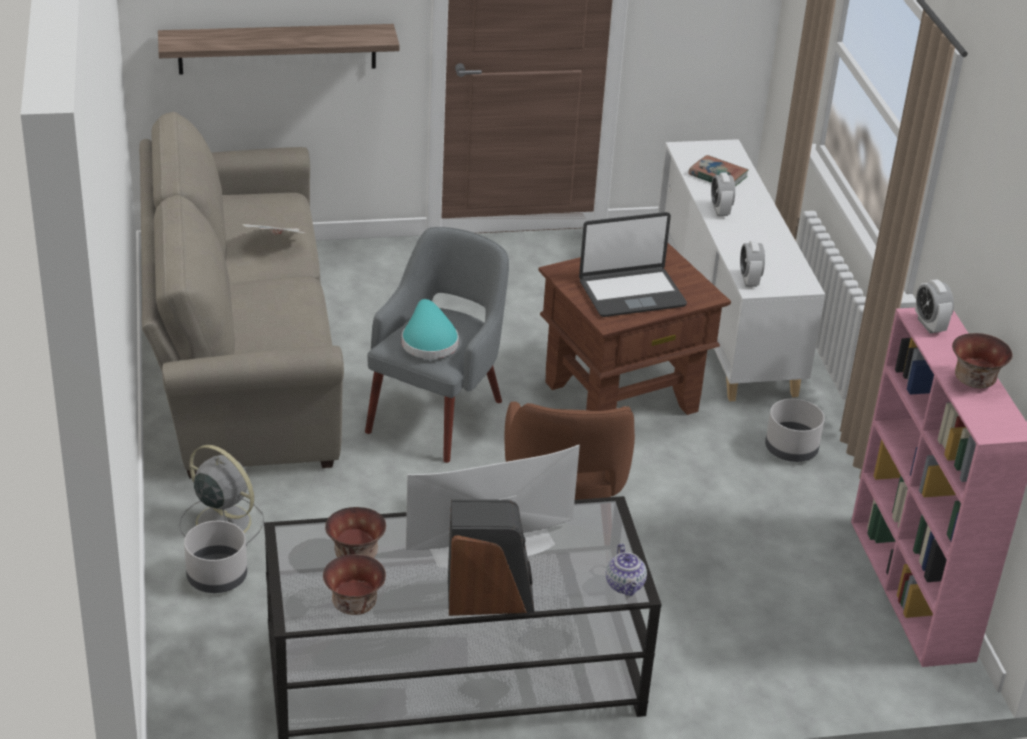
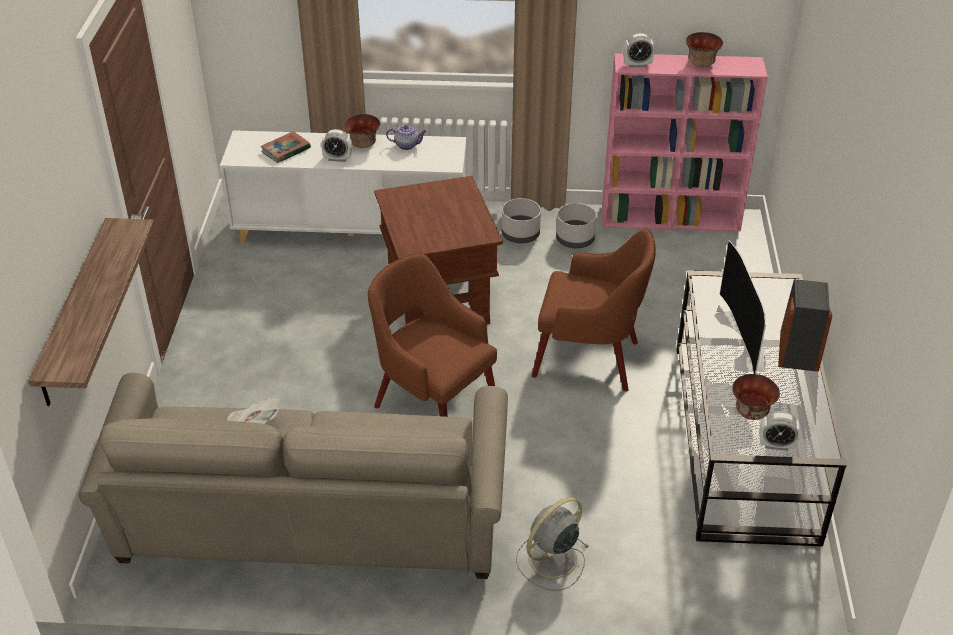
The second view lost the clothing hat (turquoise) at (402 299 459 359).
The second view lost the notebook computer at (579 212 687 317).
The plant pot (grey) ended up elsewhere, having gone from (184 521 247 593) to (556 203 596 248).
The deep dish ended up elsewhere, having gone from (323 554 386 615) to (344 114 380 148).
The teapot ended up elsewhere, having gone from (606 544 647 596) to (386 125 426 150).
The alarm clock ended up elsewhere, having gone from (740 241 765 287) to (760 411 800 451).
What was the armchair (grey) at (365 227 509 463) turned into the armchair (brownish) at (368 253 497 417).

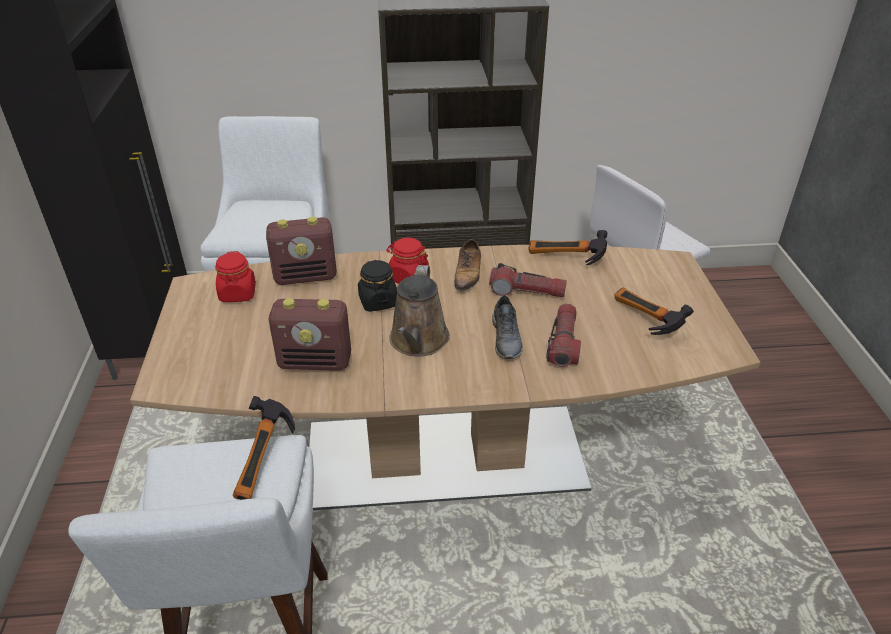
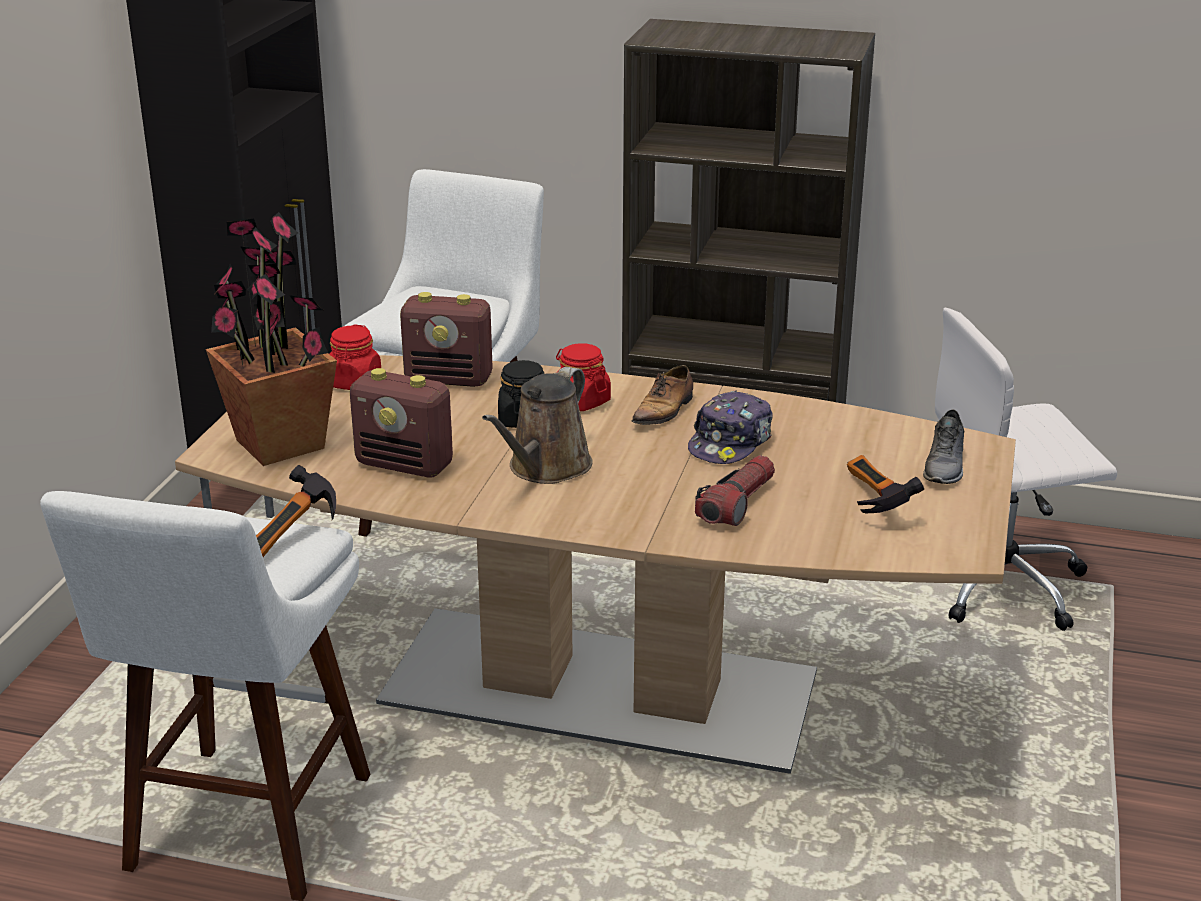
The second view lost the tool hammer at (528 230 608 265).
The second view gained the potted plant at (206 212 337 466).
The low shoe (grey) ended up elsewhere, having gone from (492 296 523 359) to (923 410 964 484).
Where the flashlight stood at (489 263 567 297), the peaked cap came to stand at (688 390 772 464).

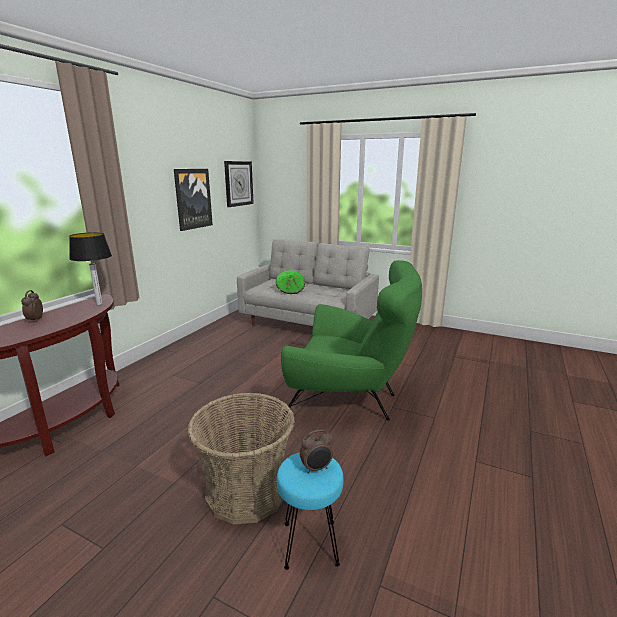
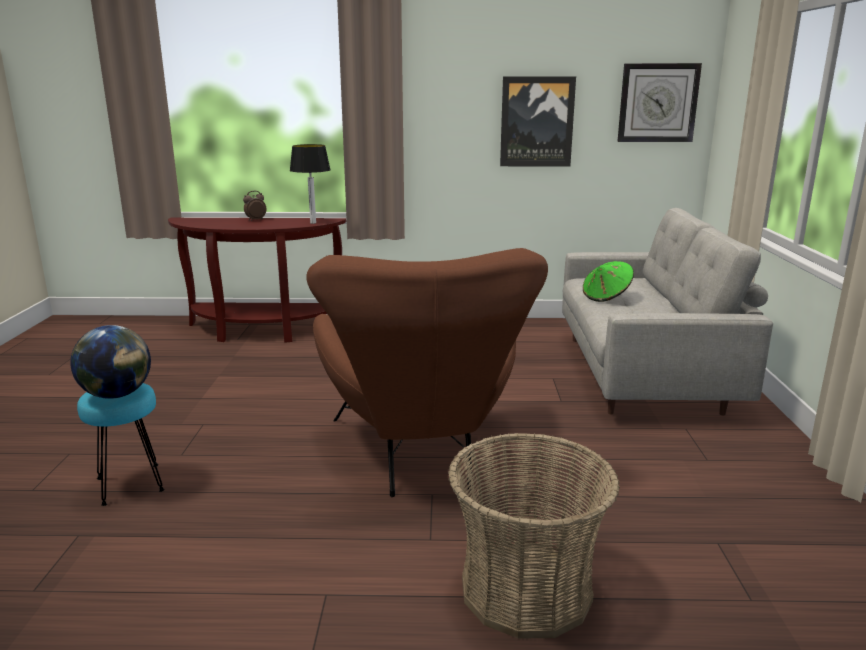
The storage basket ended up elsewhere, having gone from (187 392 295 525) to (448 433 620 639).
Where the alarm clock stood at (299 430 333 474), the world globe came to stand at (70 325 151 399).
What was the armchair (green-coloured) at (281 260 422 421) turned into the armchair (brownish) at (306 248 548 497).

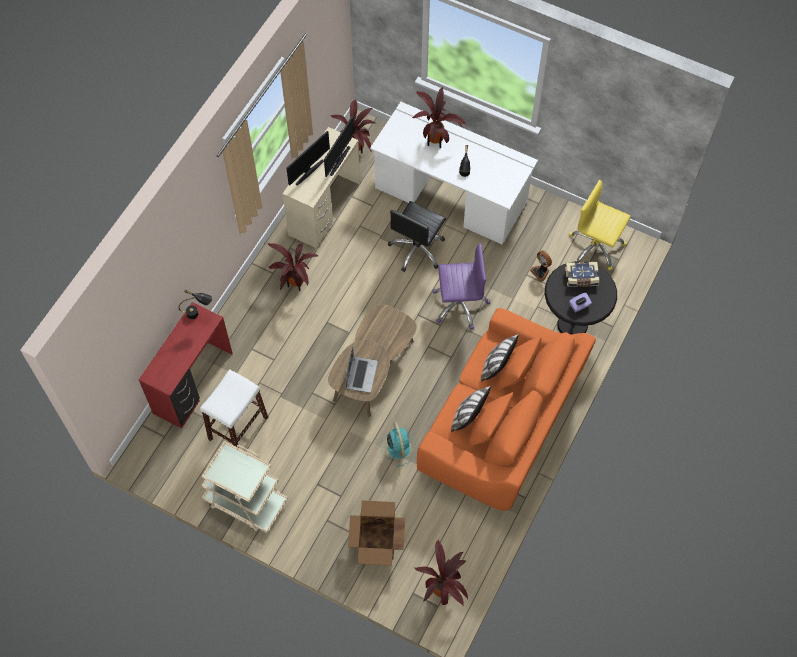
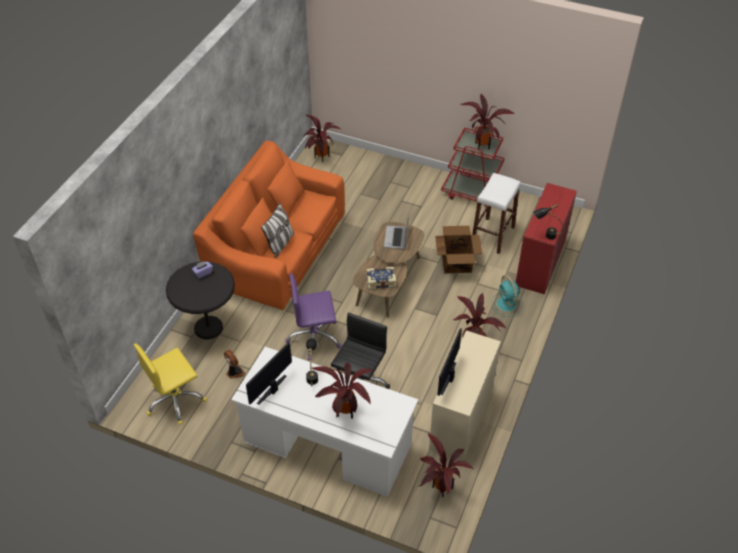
The second view lost the pillow at (451 386 491 432).
The second view gained the potted plant at (460 93 514 151).
The computer display ended up elsewhere, having gone from (286 131 330 186) to (246 342 292 405).
The carton ended up elsewhere, having gone from (348 500 405 566) to (435 226 482 273).
The fan (turquoise) ended up elsewhere, having gone from (380 421 417 467) to (491 275 524 317).
The bound book ended up elsewhere, having gone from (565 262 599 287) to (366 267 396 290).
What was the trolley (sand-coloured) at (202 441 288 533) turned into the trolley (red) at (441 127 505 207).
The desk chair (yellowish) at (569 180 631 270) ended up facing another way, 120 degrees clockwise from before.

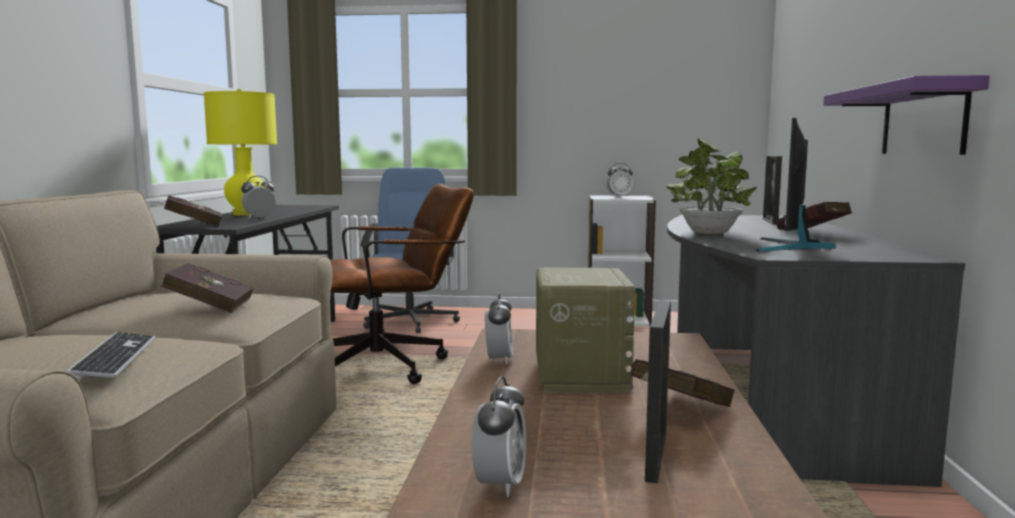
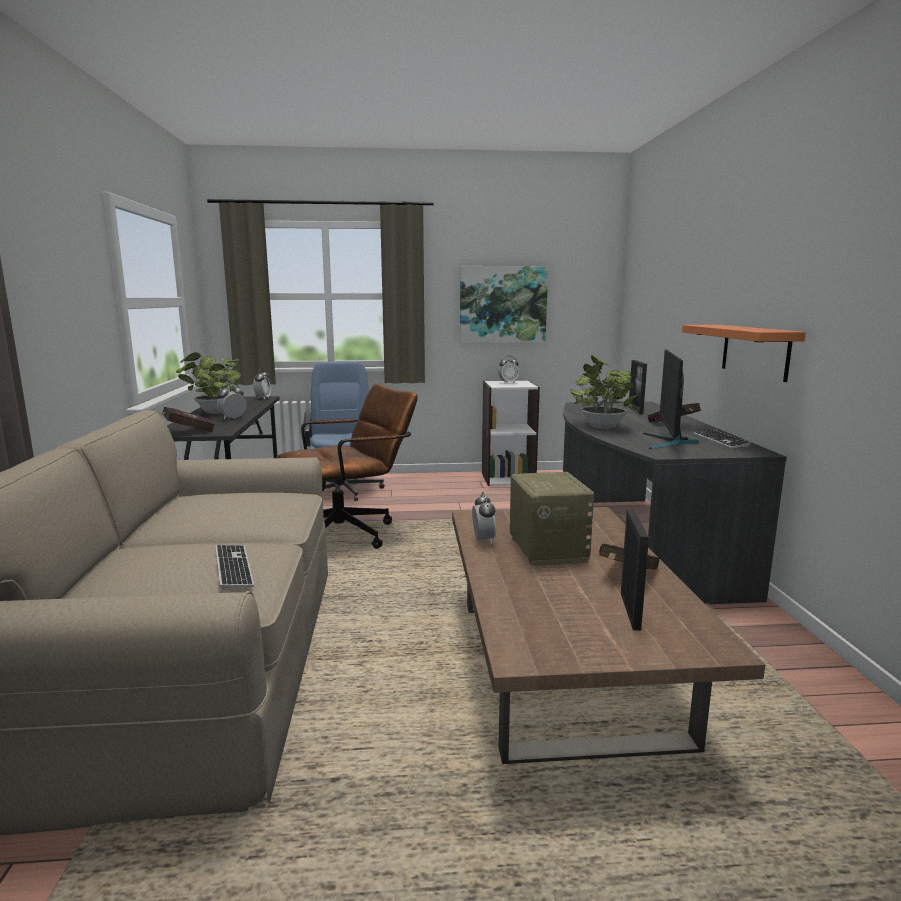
The second view lost the bound book (red) at (161 263 253 313).
The second view gained the wall picture at (460 266 548 343).
The second view gained the computer keyboard at (693 429 751 449).
The alarm clock ended up elsewhere, having gone from (472 376 526 497) to (253 369 271 400).
Where the lamp for a table (yellowish) stood at (204 89 277 216), the potted plant came to stand at (176 352 241 414).
What was the bracket shelf (purple) at (823 75 989 155) turned into the bracket shelf (orangey) at (682 325 806 382).

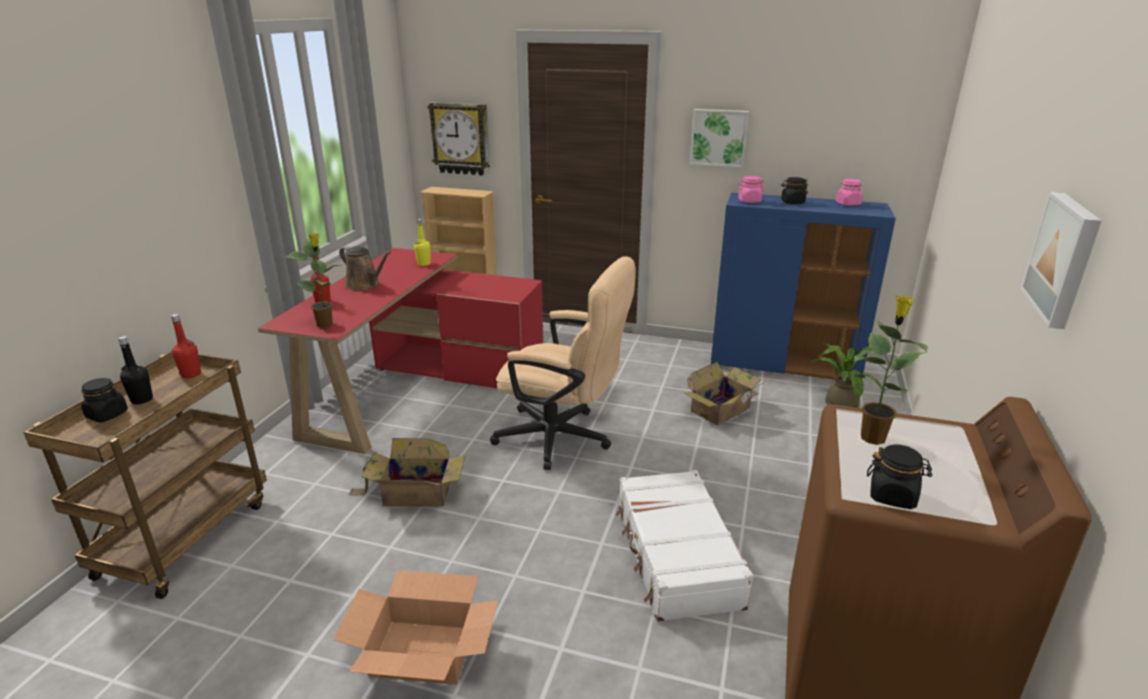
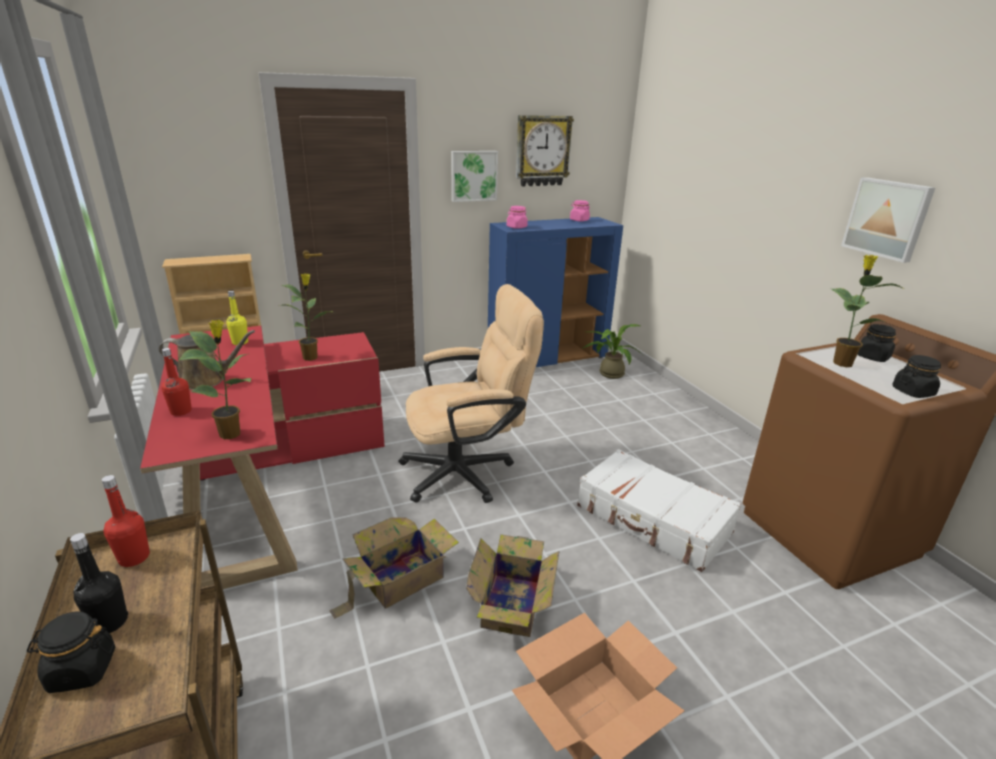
The second view gained the potted plant at (279 273 333 361).
The clock on the wall ended up elsewhere, having gone from (427 102 490 176) to (516 115 574 186).
The carton ended up elsewhere, having gone from (683 362 763 425) to (466 534 560 637).
The preserve jar (blackish) ended up elsewhere, having gone from (781 177 808 204) to (857 324 896 362).

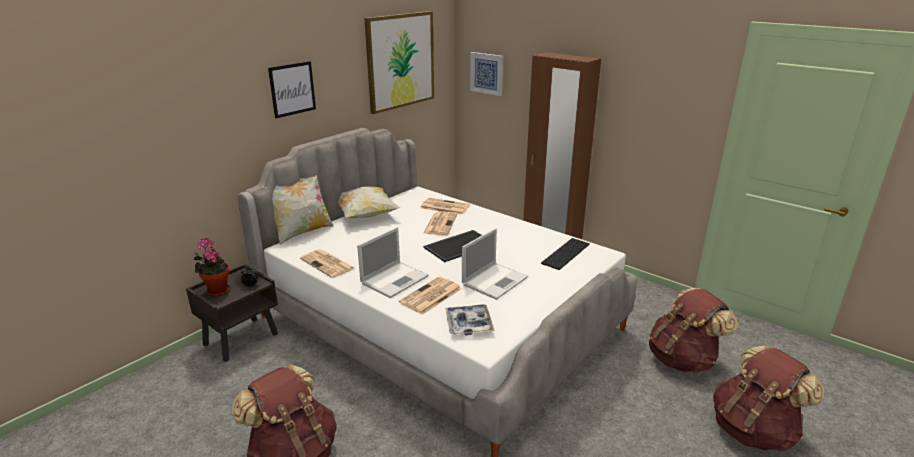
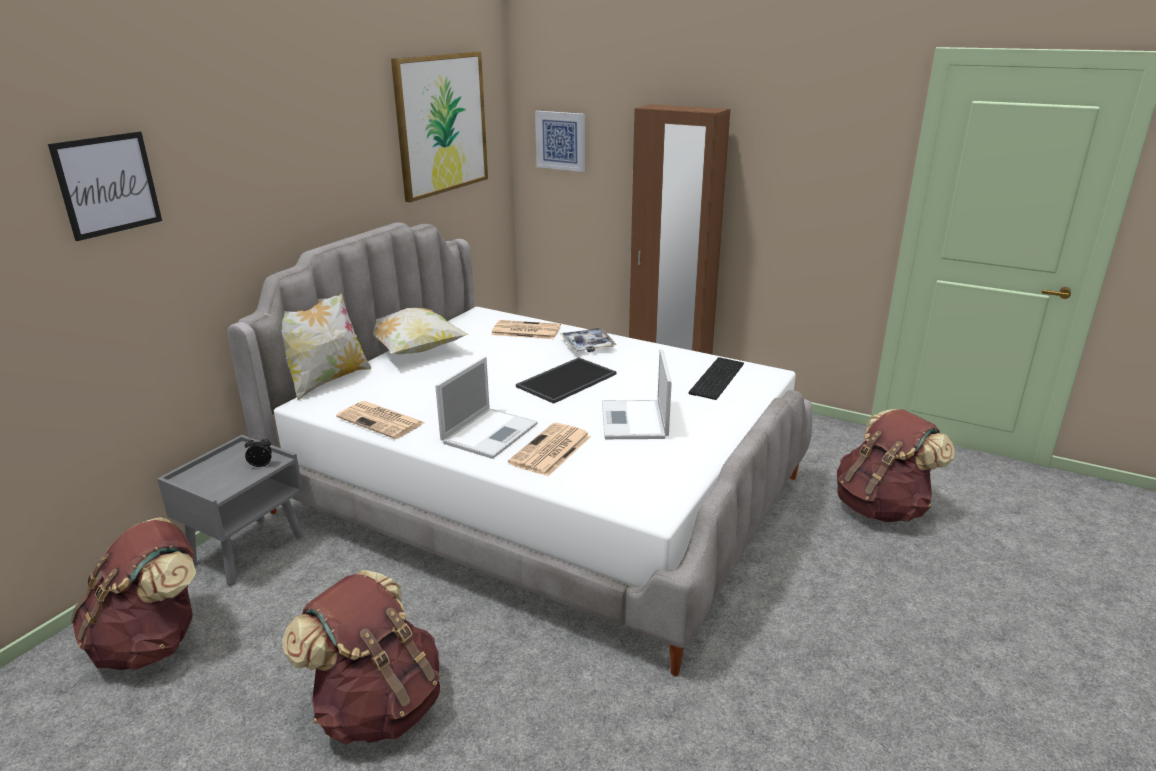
The second view lost the potted plant at (194 238 230 296).
The second view lost the daily paper at (423 212 457 235).
The wall picture ended up elsewhere, having gone from (268 61 316 118) to (48 132 162 241).
The tray ended up elsewhere, having gone from (445 304 495 336) to (560 328 617 352).
The knapsack (brownish) ended up elsewhere, having gone from (713 346 824 452) to (71 517 196 670).
What was the nightstand (brownish) at (186 264 278 362) turned into the nightstand (grey) at (157 435 303 585).
The notebook computer at (462 228 528 300) ended up facing another way, 150 degrees clockwise from before.

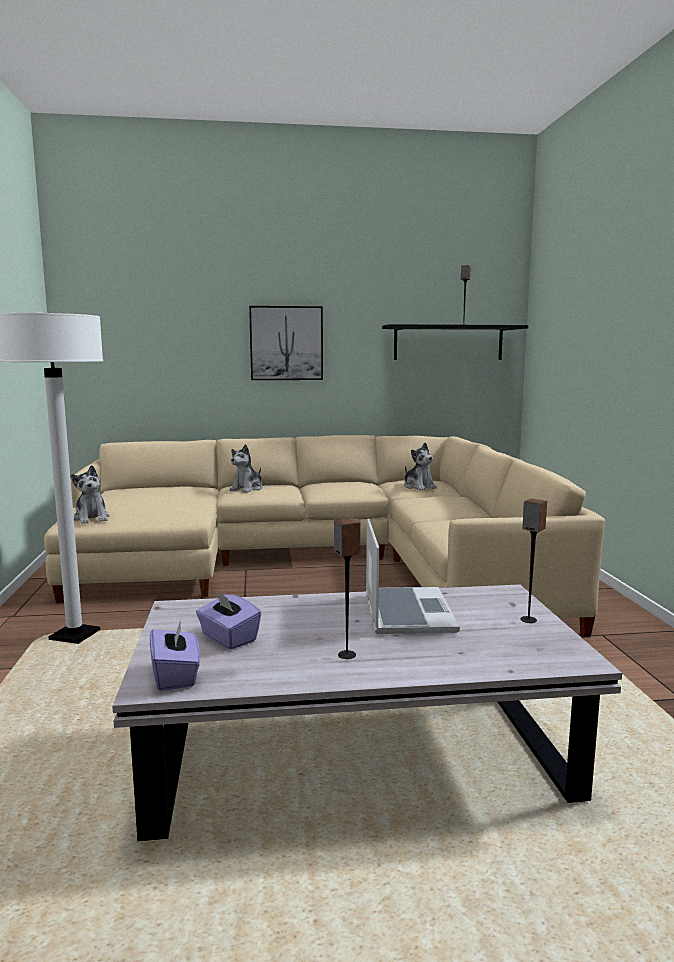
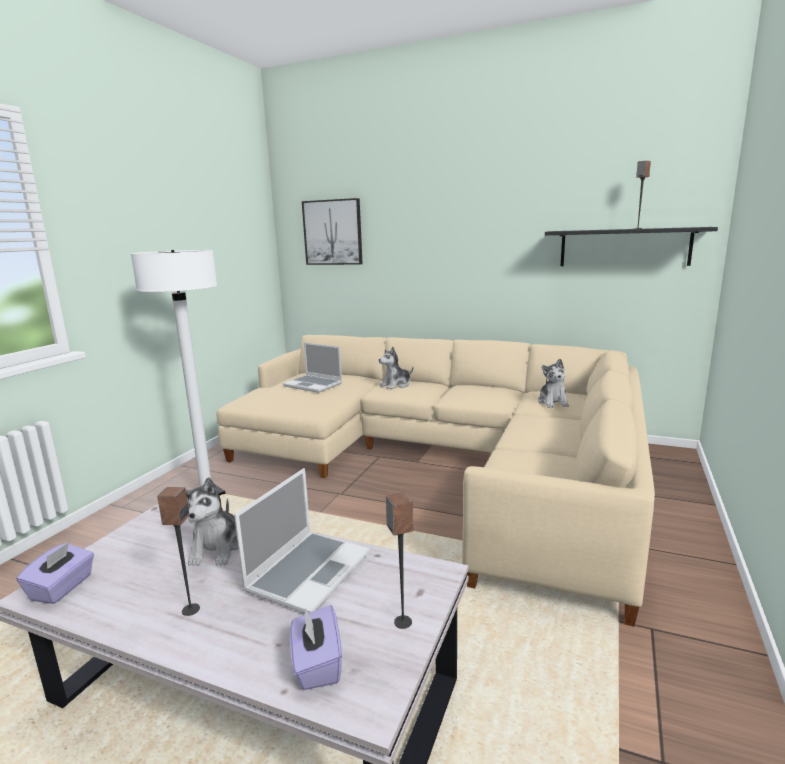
The second view gained the notebook computer at (283 342 342 393).
The cuddly toy ended up elsewhere, having gone from (70 465 110 524) to (186 477 238 566).
The tissue box (purple) ended up elsewhere, having gone from (196 590 261 649) to (290 605 342 690).
The wall picture ended up elsewhere, having gone from (249 306 323 380) to (302 198 363 265).

